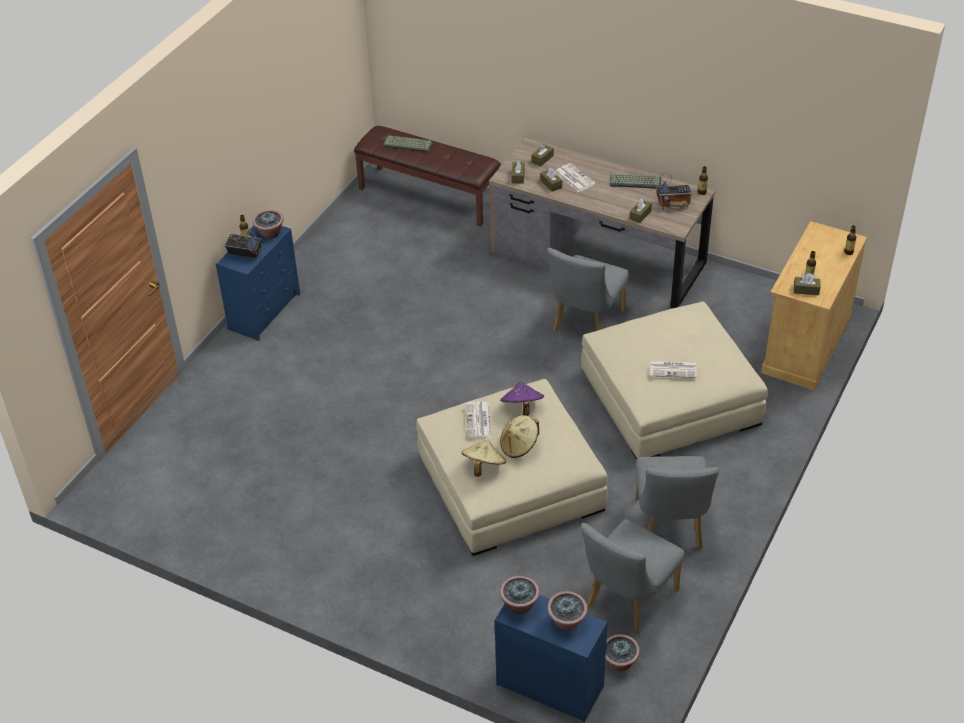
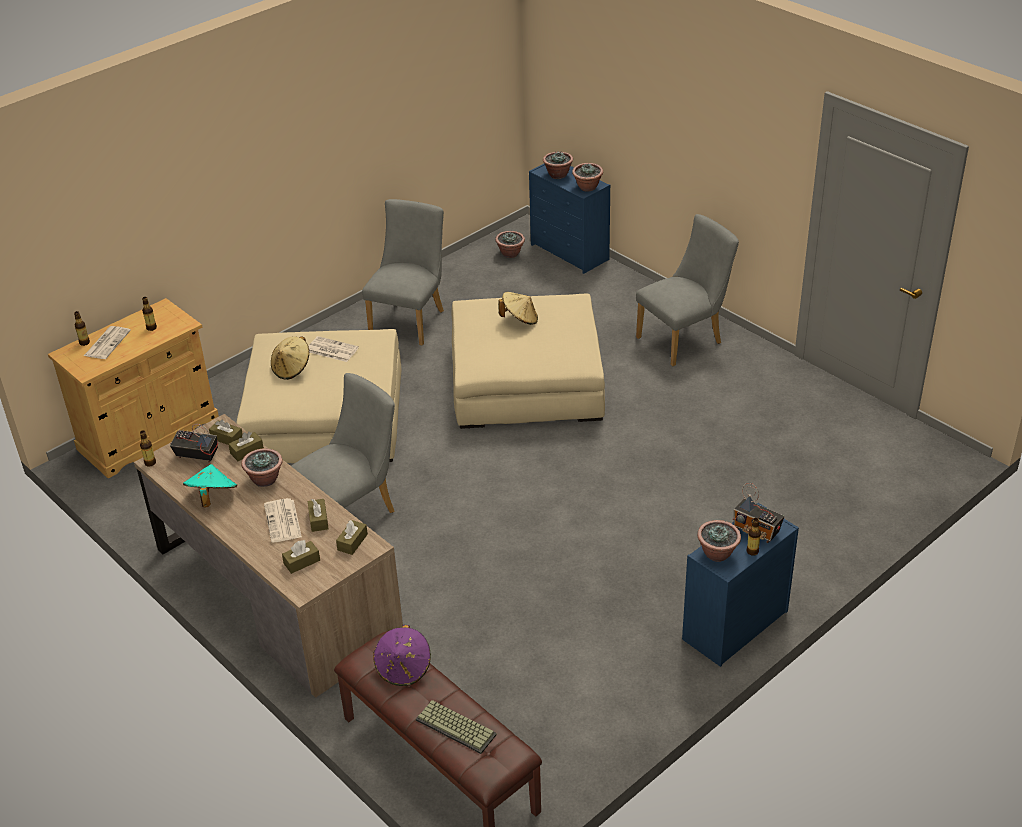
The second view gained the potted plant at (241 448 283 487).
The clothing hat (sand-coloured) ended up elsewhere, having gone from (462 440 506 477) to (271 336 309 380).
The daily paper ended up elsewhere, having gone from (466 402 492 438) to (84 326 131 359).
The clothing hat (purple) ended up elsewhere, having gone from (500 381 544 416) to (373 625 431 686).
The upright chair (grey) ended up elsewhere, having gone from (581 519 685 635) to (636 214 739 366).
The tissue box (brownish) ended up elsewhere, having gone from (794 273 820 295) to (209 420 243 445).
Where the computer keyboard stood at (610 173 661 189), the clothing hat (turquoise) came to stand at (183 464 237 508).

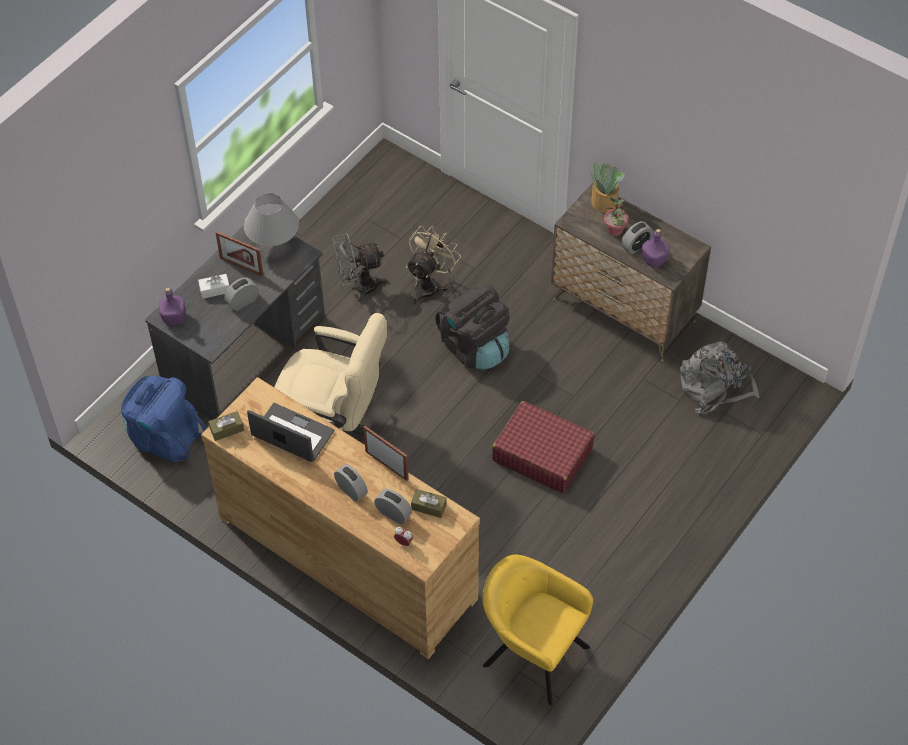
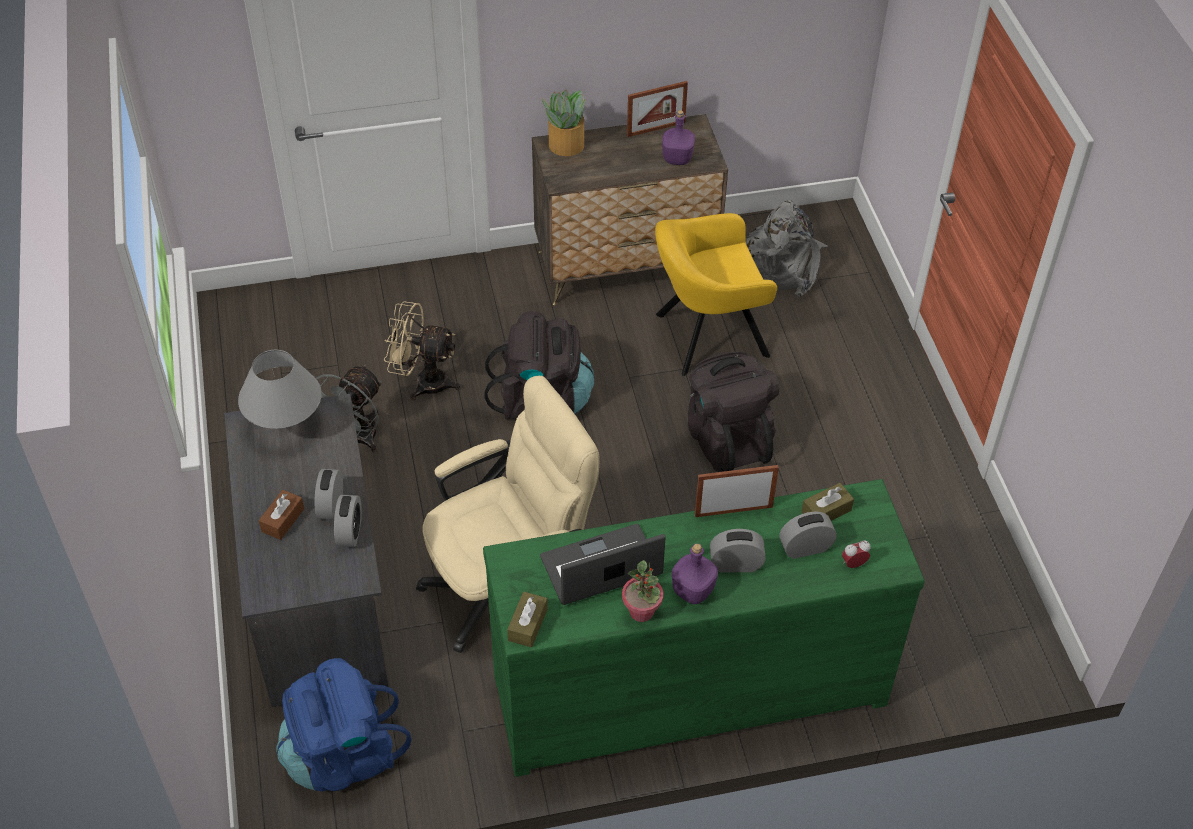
The drink bottle (purple) ended up elsewhere, having gone from (159 287 185 325) to (672 543 718 604).
The picture frame ended up elsewhere, having gone from (216 231 263 276) to (627 81 688 137).
The armchair (yellowish) ended up elsewhere, having gone from (483 555 593 705) to (655 213 777 376).
The potted plant ended up elsewhere, having gone from (604 197 629 236) to (622 560 663 622).
The alarm clock ended up elsewhere, having gone from (621 221 654 254) to (334 495 362 547).
Where the travel case (red) stood at (492 401 594 493), the knapsack (blackish) came to stand at (688 351 779 472).
What was the tissue box (white) at (198 274 229 299) turned into the tissue box (brownish) at (259 490 304 540).
What was the drawer chest (brownish) at (201 377 480 659) turned into the drawer chest (green-coloured) at (483 479 925 777).
The fan (sand-coloured) at (406 226 461 304) ended up facing another way, 60 degrees counterclockwise from before.

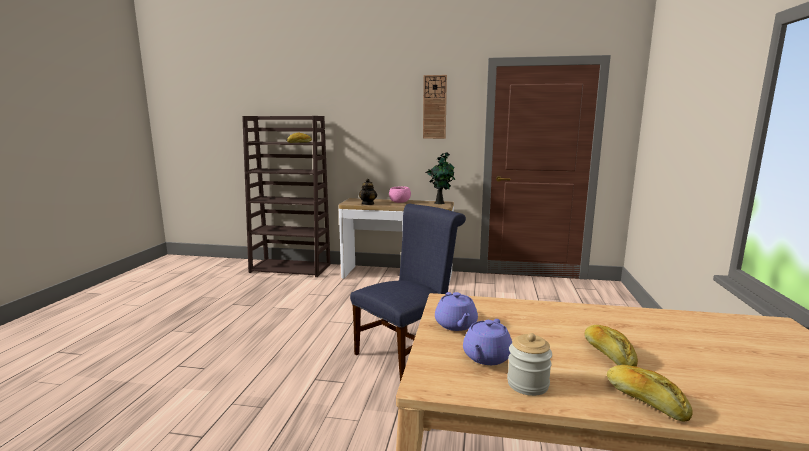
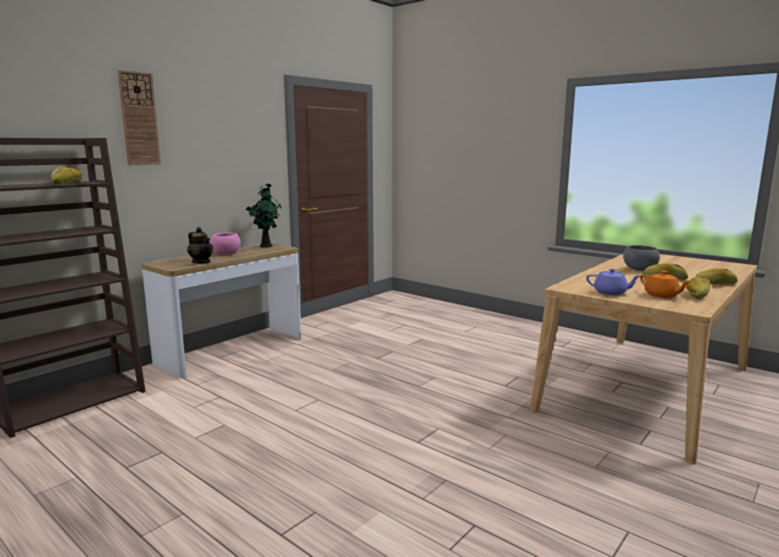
The second view lost the upright chair (bluish) at (350 203 466 382).
The second view gained the deep dish (grey) at (623 245 660 271).
The clock on the wall ended up elsewhere, having gone from (423 75 447 139) to (117 70 161 165).
Where the preserve jar stood at (507 333 552 396), the bread came to stand at (686 276 711 299).
What was the teapot (purple) at (463 319 512 365) turned into the teapot (orangey) at (640 271 691 298).

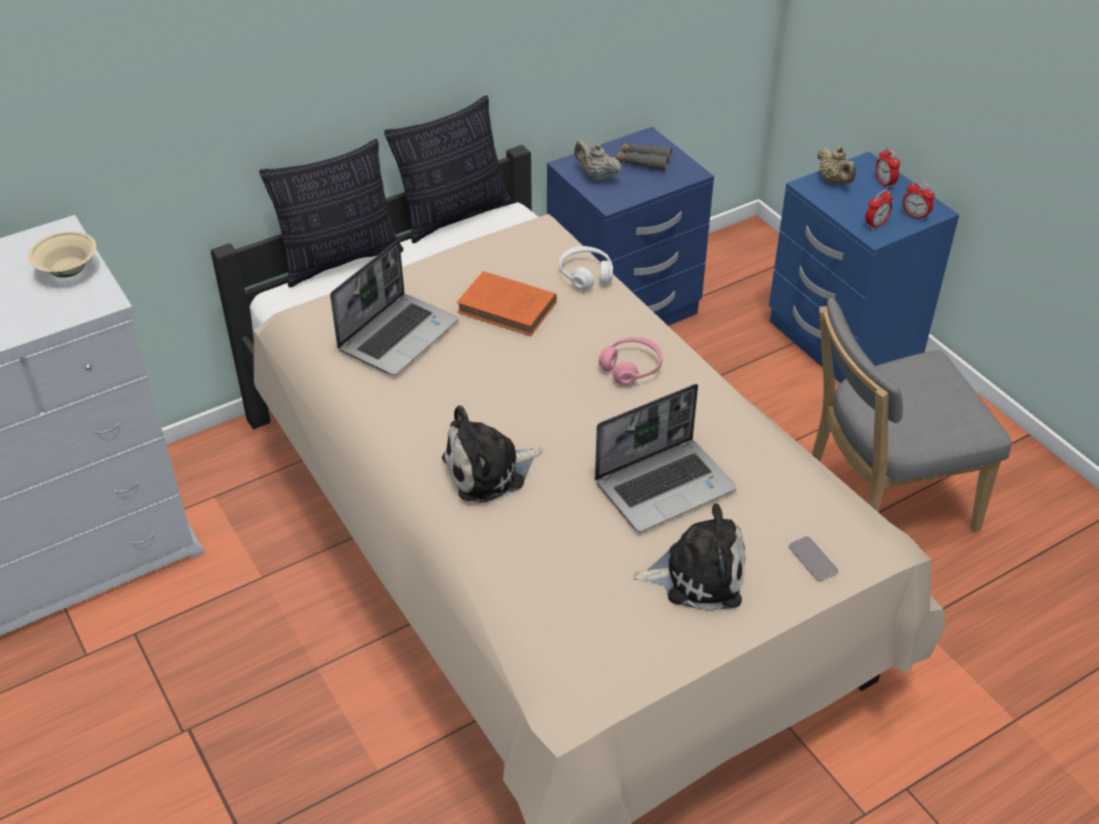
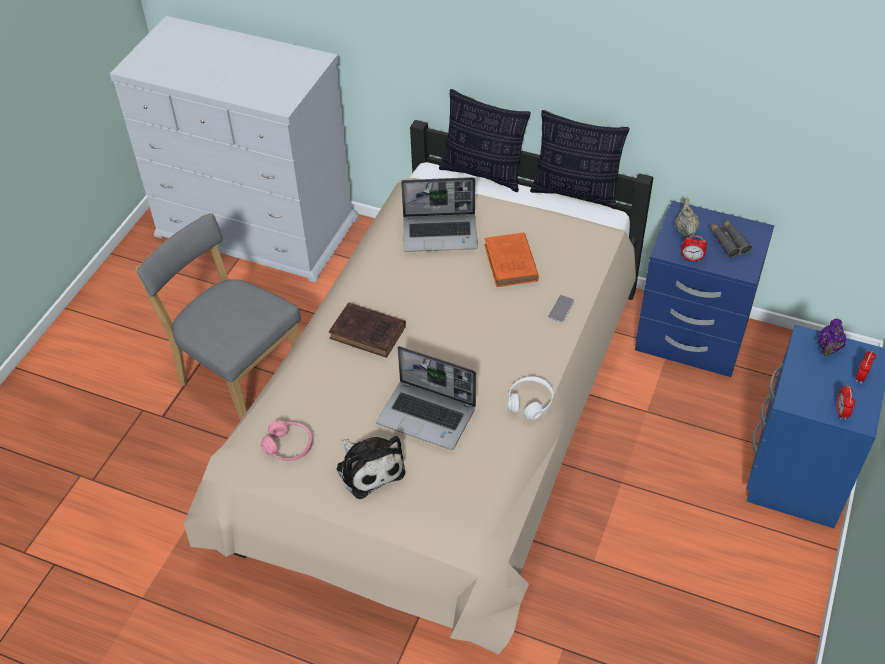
The second view lost the deep dish (sand-coloured) at (28 231 96 278).
The pair of headphones (white) ended up elsewhere, having gone from (559 246 613 291) to (508 376 553 420).
The pair of headphones (pinkish) ended up elsewhere, having gone from (599 337 663 385) to (261 420 313 461).
The telephone ended up elsewhere, having gone from (789 536 838 581) to (548 295 574 322).
The upright chair (grey) ended up elsewhere, having gone from (812 298 1011 532) to (135 213 301 421).
The alarm clock ended up elsewhere, having gone from (865 189 893 230) to (681 235 707 262).
Where the cuddly toy stood at (442 405 543 503), the bound book (brownish) came to stand at (329 302 406 358).
What was the teapot (sand-coloured) at (817 146 856 184) turned into the teapot (purple) at (818 318 846 356).

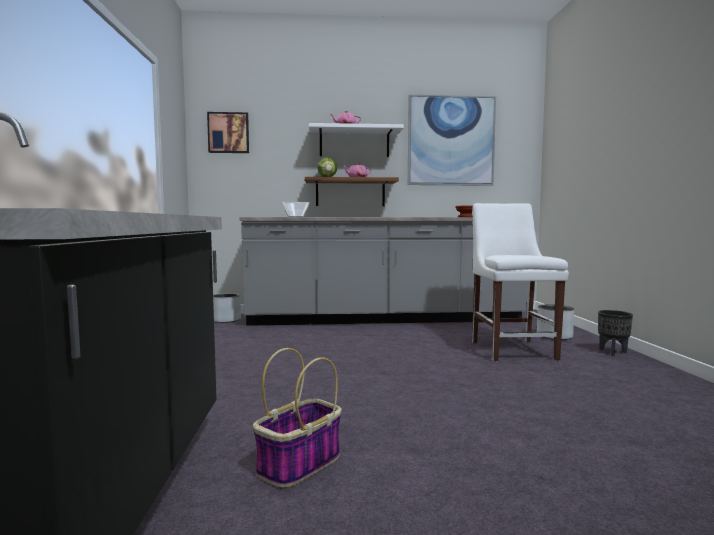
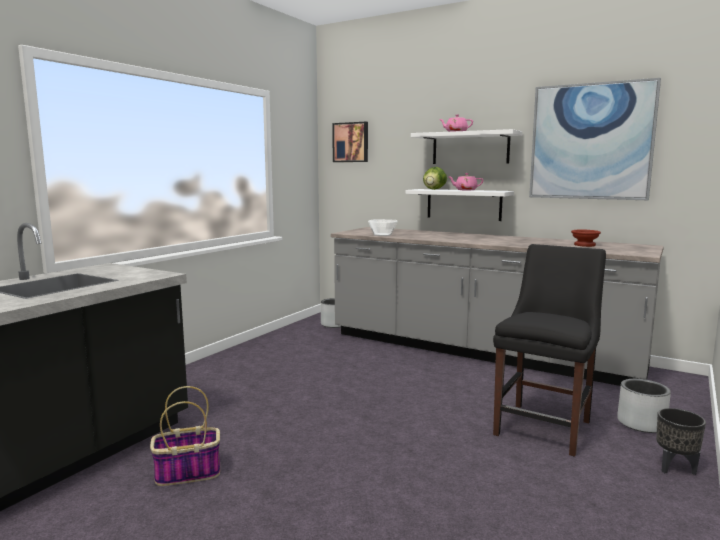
What was the bracket shelf (brownish) at (305 177 399 206) turned into the bracket shelf (white) at (405 189 514 221).
What was the upright chair (white) at (472 203 569 361) turned into the upright chair (blackish) at (493 244 606 457).

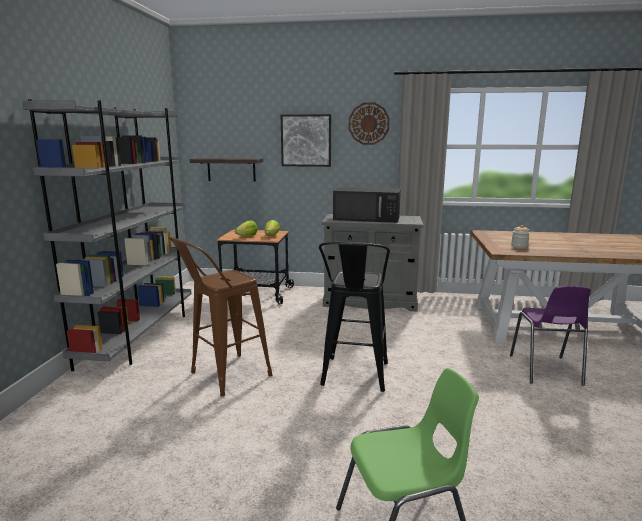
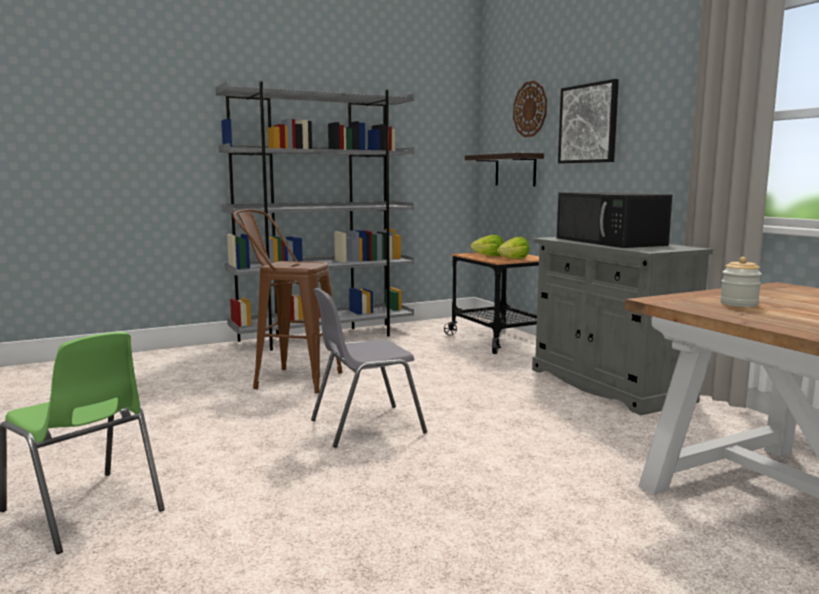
The second view lost the upright chair (purple) at (510 286 591 386).
The clock on the wall ended up elsewhere, having gone from (349 102 390 145) to (513 81 547 137).
Where the stool seat (blackish) stood at (319 242 390 392), the upright chair (grey) came to stand at (311 288 427 448).

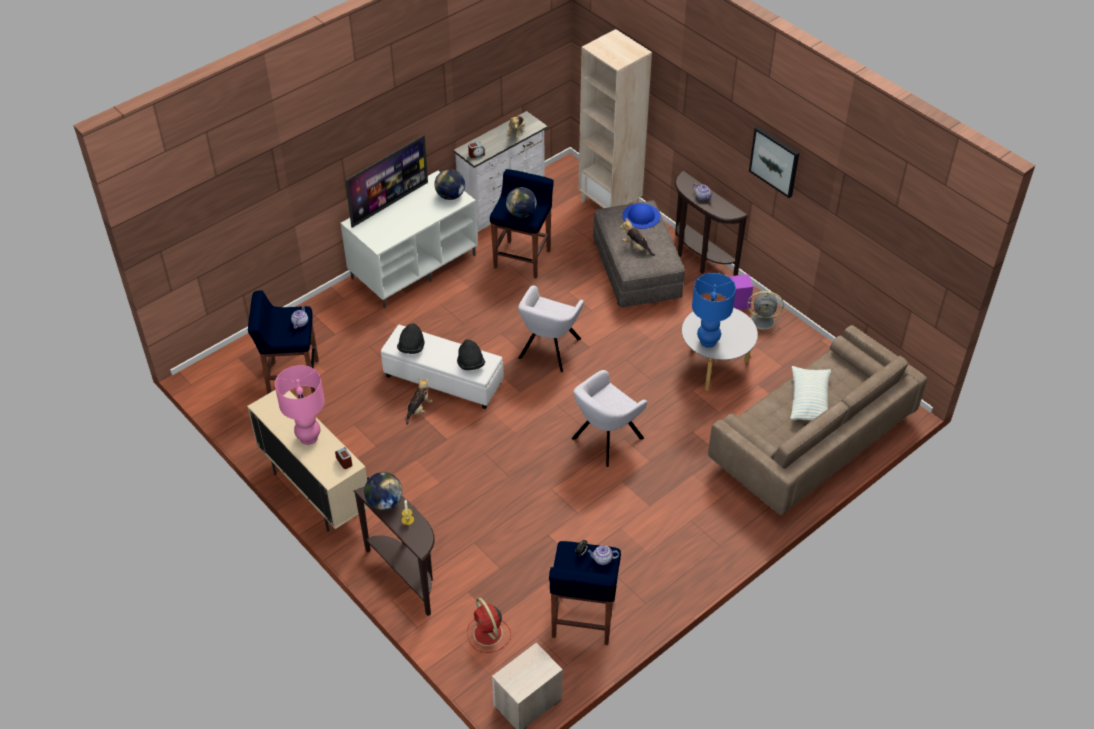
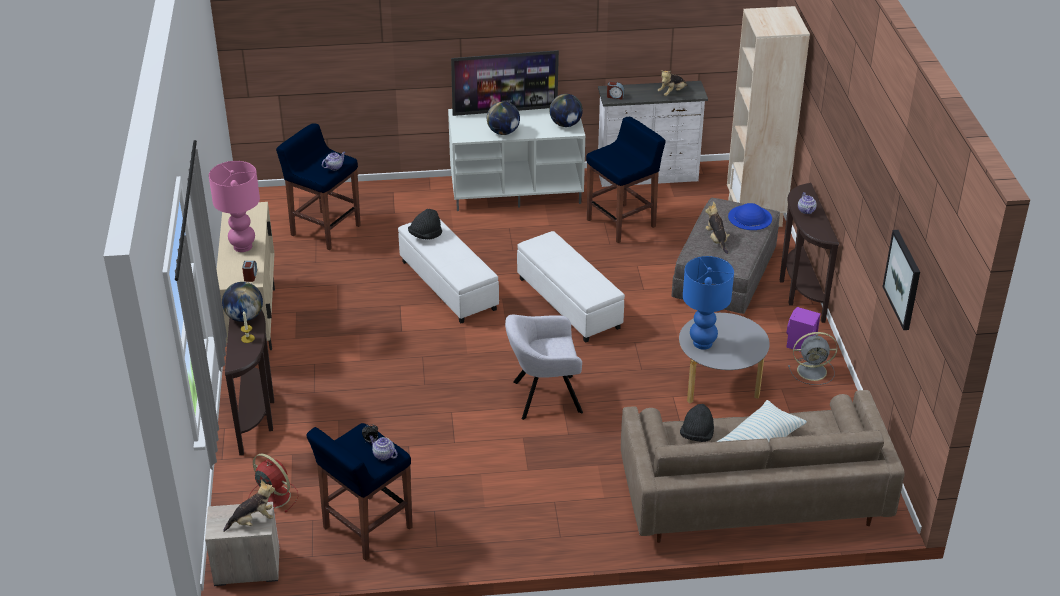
The cuddly toy ended up elsewhere, having gone from (406 378 433 425) to (223 480 275 532).
The clothing hat (blackish) ended up elsewhere, having gone from (457 339 485 370) to (680 404 714 442).
The world globe ended up elsewhere, having gone from (506 187 537 218) to (487 101 520 135).
The wall picture ended up elsewhere, having gone from (749 126 799 198) to (883 230 920 330).
Where the armchair (grey) stood at (518 285 584 372), the pouffe (white) came to stand at (517 231 625 343).
The fan (red) at (467 598 511 653) ended up facing another way, 120 degrees clockwise from before.
The fan (grey) at (745 291 784 333) ended up facing another way, 45 degrees counterclockwise from before.

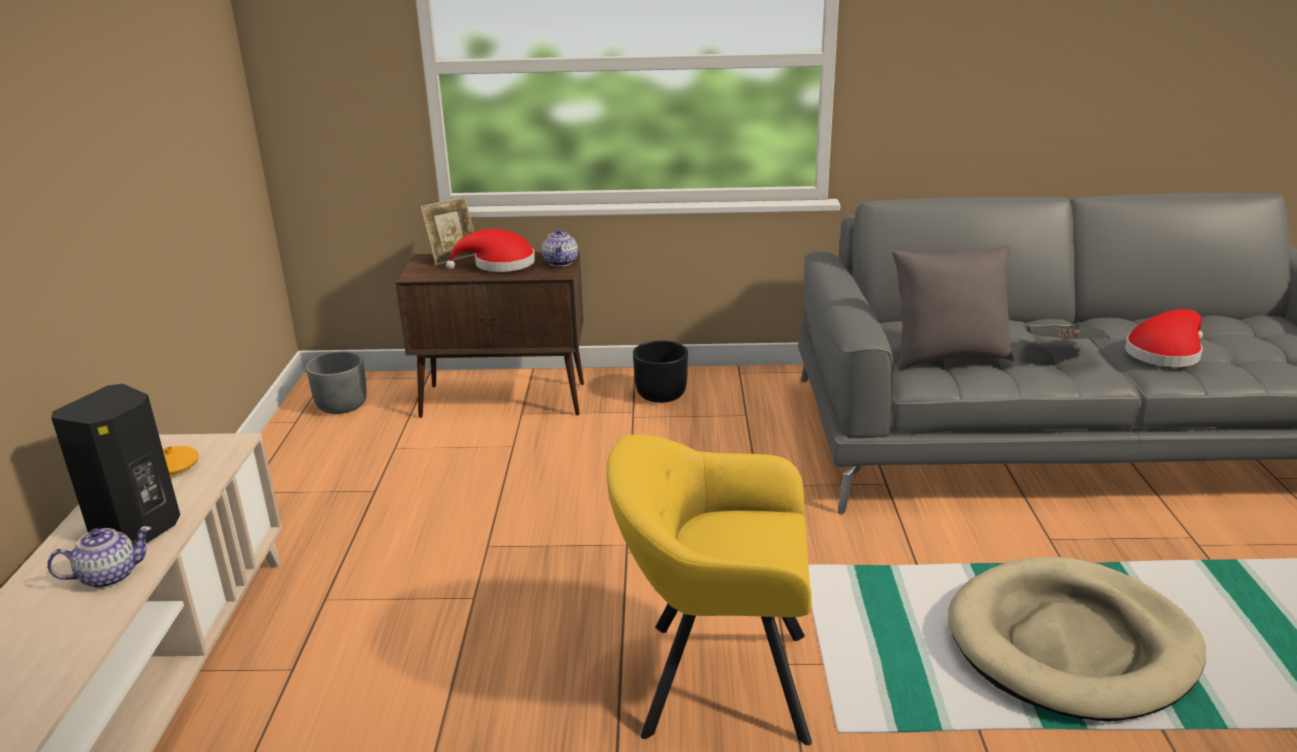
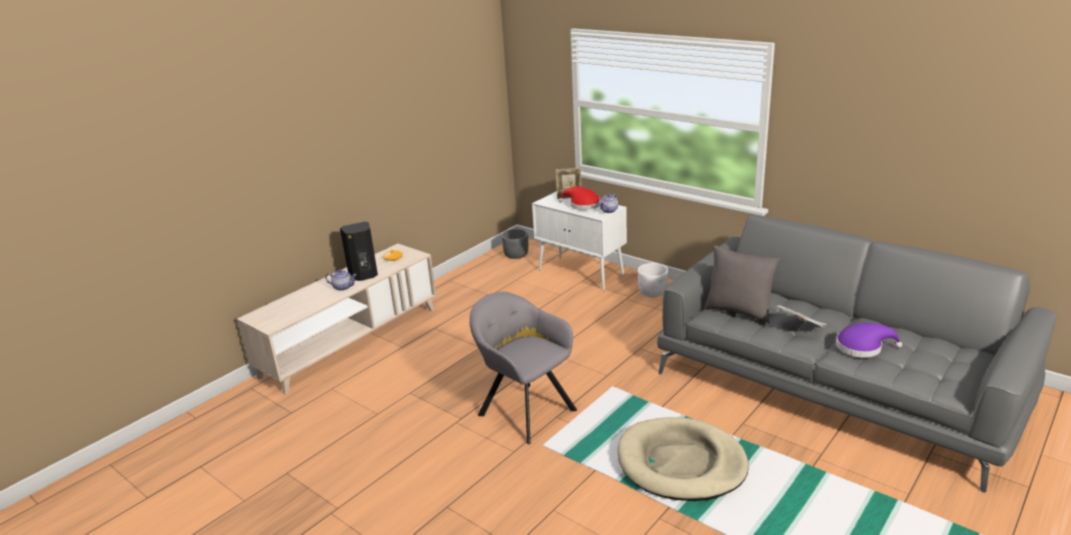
What was the cupboard (brownish) at (396 251 584 418) turned into the cupboard (white) at (532 191 627 290).
What was the armchair (yellowish) at (607 435 812 745) turned into the armchair (grey) at (469 292 577 444).
What was the plant pot (blackish) at (633 340 688 403) turned into the plant pot (white) at (638 263 668 297).
What was the clothing hat (red) at (1125 309 1203 367) turned into the clothing hat (purple) at (836 323 902 358).

